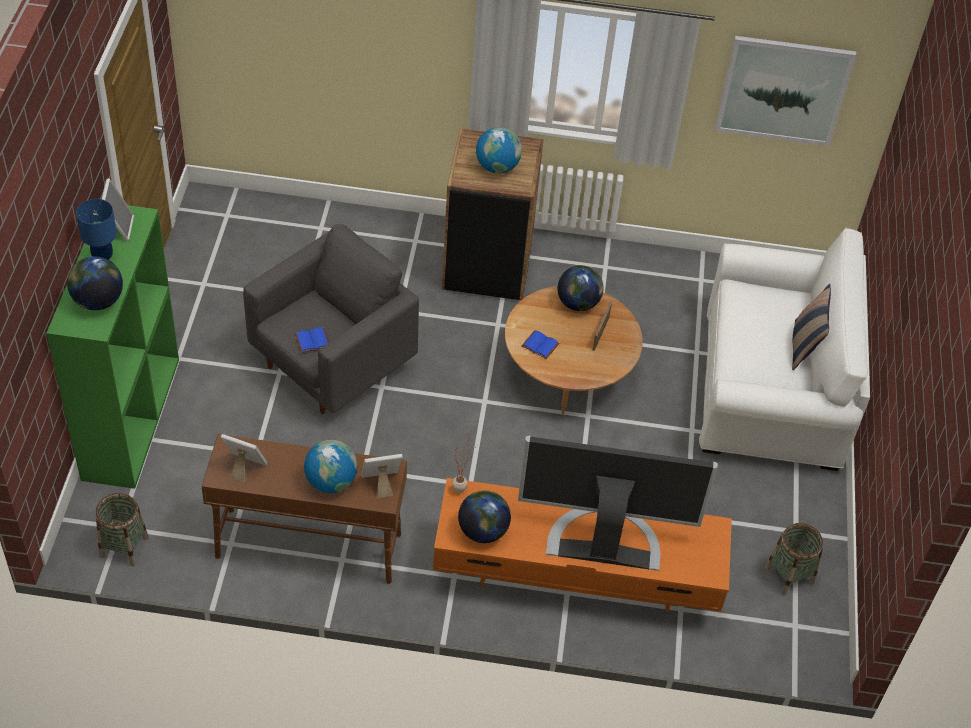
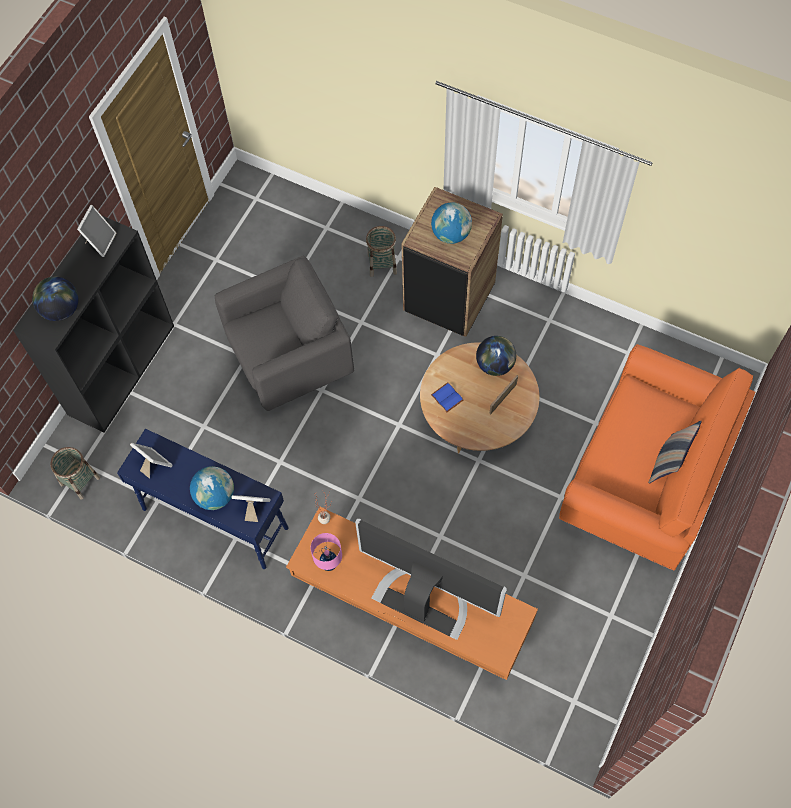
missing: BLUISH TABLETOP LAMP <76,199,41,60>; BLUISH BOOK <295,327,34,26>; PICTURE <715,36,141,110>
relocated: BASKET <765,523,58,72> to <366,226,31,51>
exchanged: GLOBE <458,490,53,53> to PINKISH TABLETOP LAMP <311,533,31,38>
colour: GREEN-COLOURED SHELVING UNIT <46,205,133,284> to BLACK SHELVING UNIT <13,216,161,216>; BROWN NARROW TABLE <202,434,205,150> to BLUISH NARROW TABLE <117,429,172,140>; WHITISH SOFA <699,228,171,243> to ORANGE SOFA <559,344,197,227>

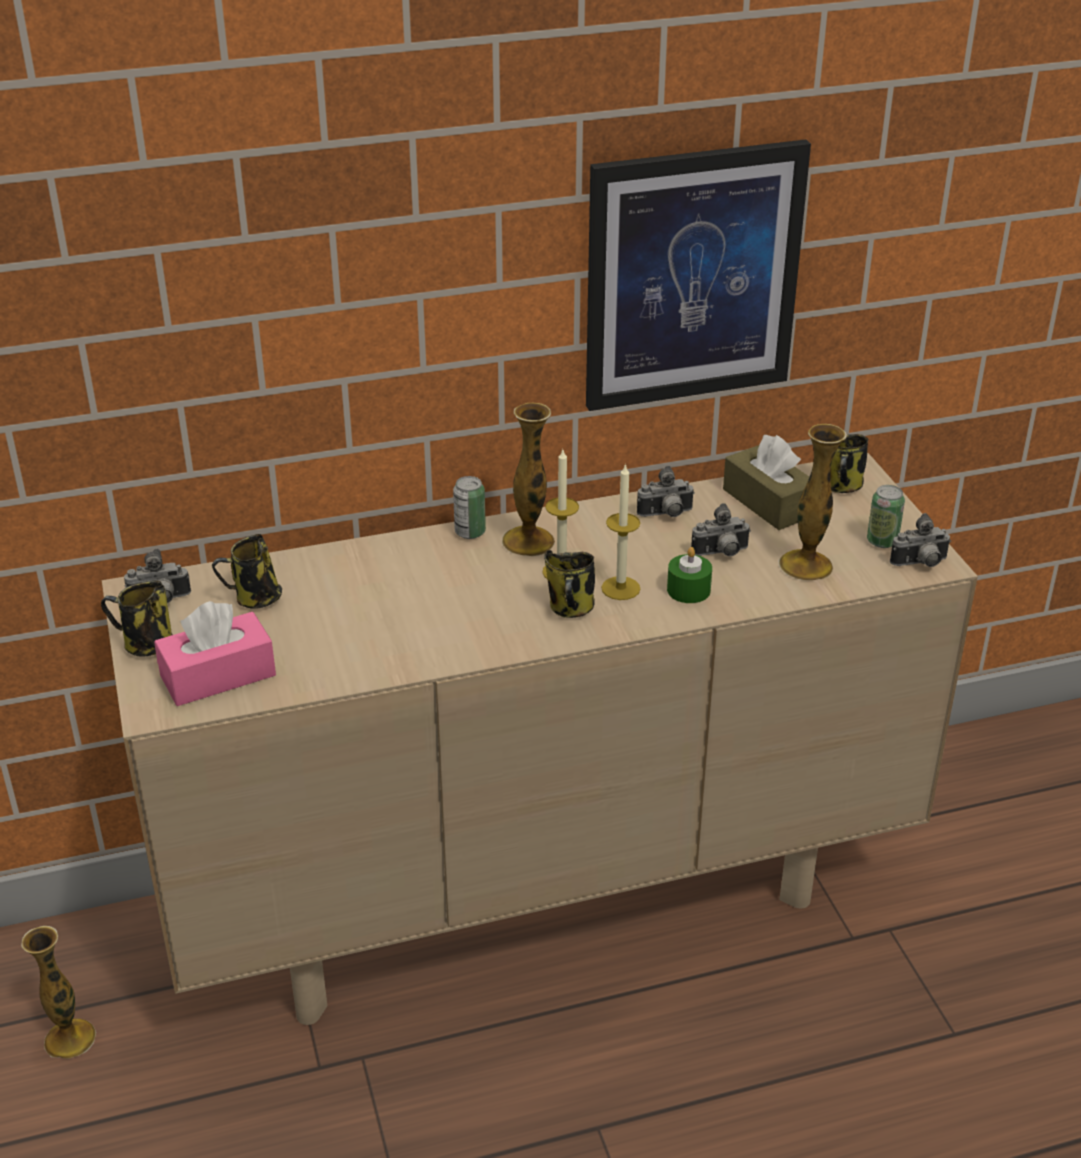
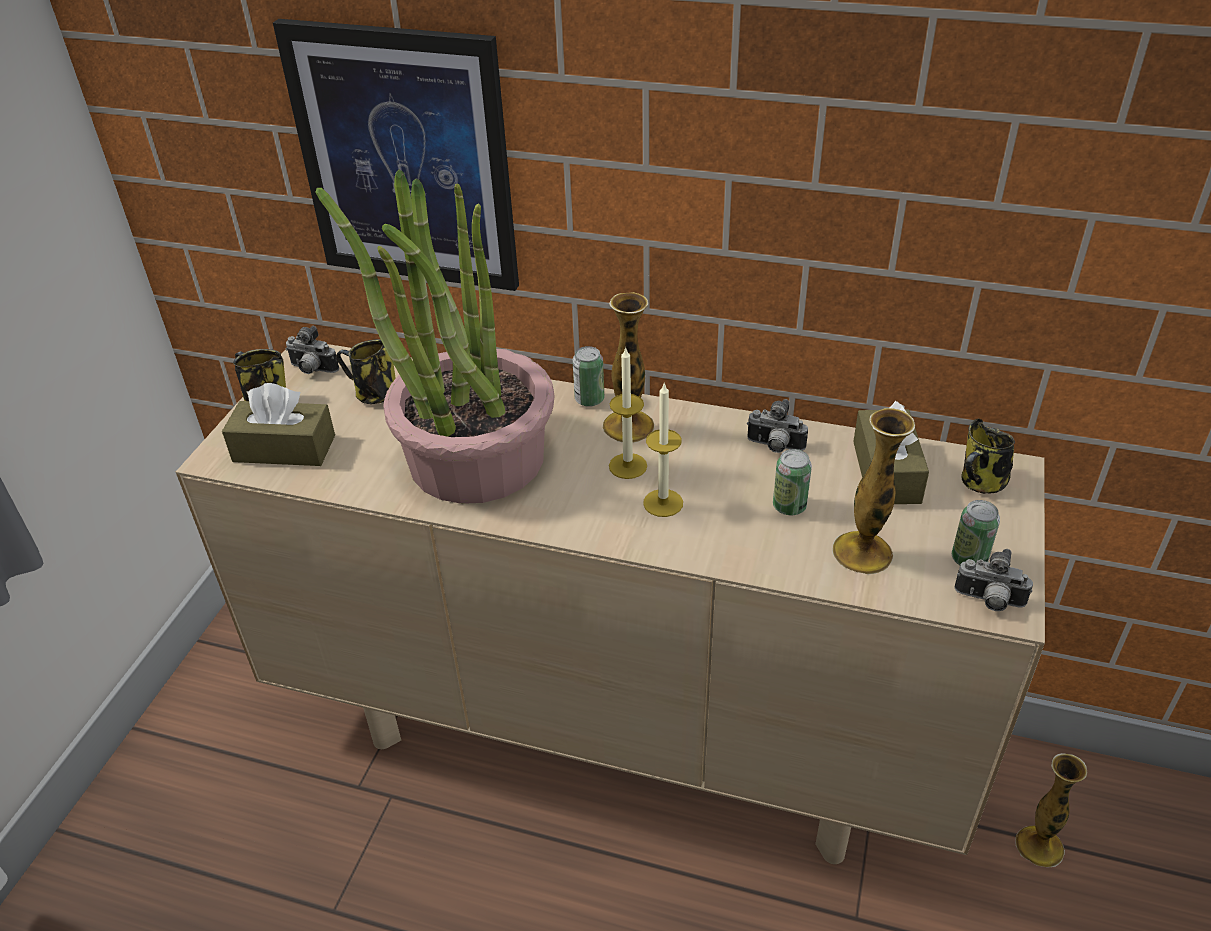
missing: MUG <544,550,51,68>; GREEN-COLOURED WAX LIGHT <667,547,45,56>
appeared: POTTED PLANT <315,170,240,334>
relocated: VASE <21,926,75,133> to <1015,753,72,114>; PICTURE <586,140,225,271> to <273,19,246,272>
exchanged: STILL CAMERA <691,503,60,53> to CAN <773,449,39,66>
colour: PINKISH TISSUE HOLDER <154,601,122,105> to BROWN TISSUE HOLDER <222,383,113,83>

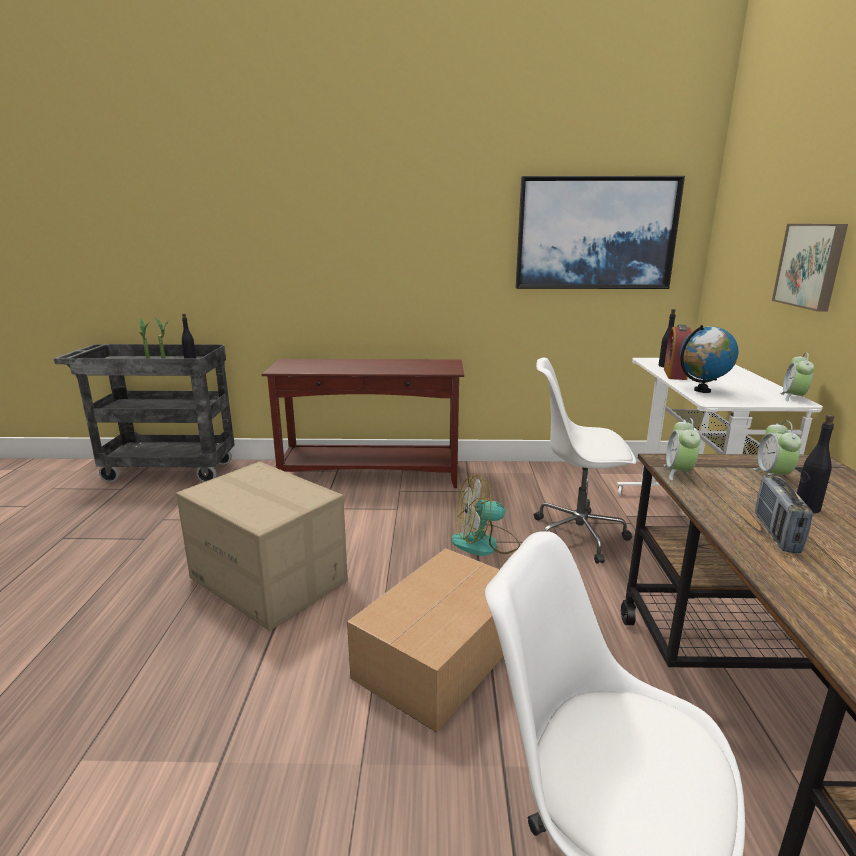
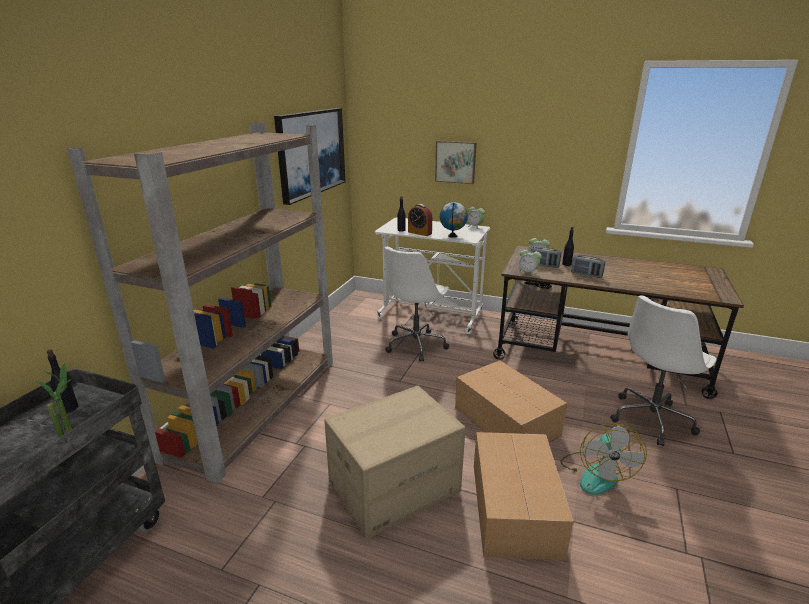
appeared: PACKING BOX <474,432,99,128>; RADIO <531,247,30,21>
relocated: COOLING FAN <451,475,69,81> to <561,424,86,71>
exchanged: BROWN NARROW TABLE <262,359,202,129> to BROWN SHELVING UNIT <67,123,266,360>

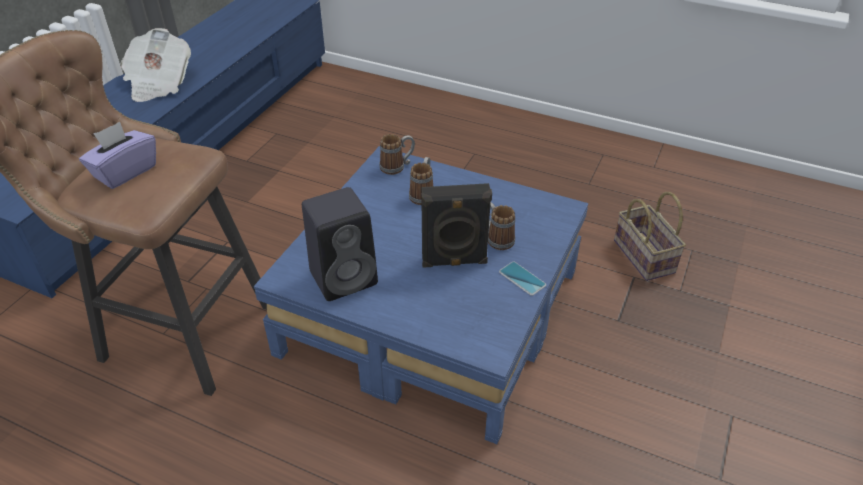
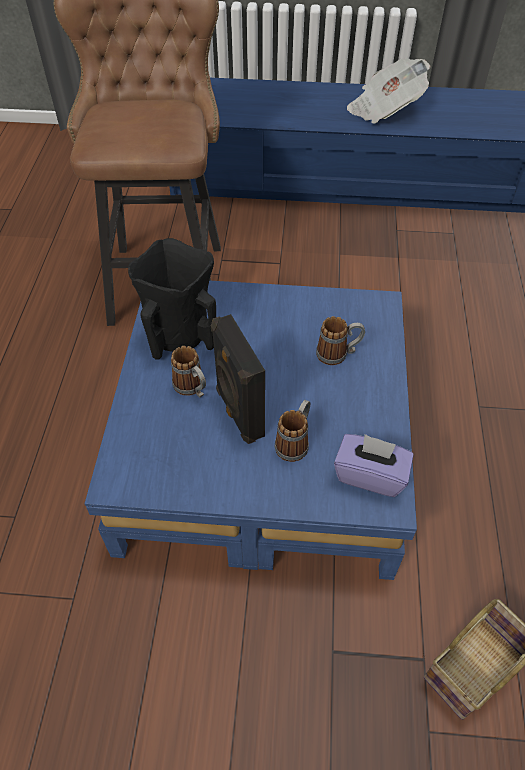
missing: PHONE <499,262,47,34>
relocated: PURPLE TISSUE HOLDER <79,122,77,67> to <334,434,80,63>; MUG <380,134,35,41> to <171,346,35,52>
exchanged: BLACK LOUDSPEAKER <302,187,76,114> to BLACK VASE <128,238,88,121>

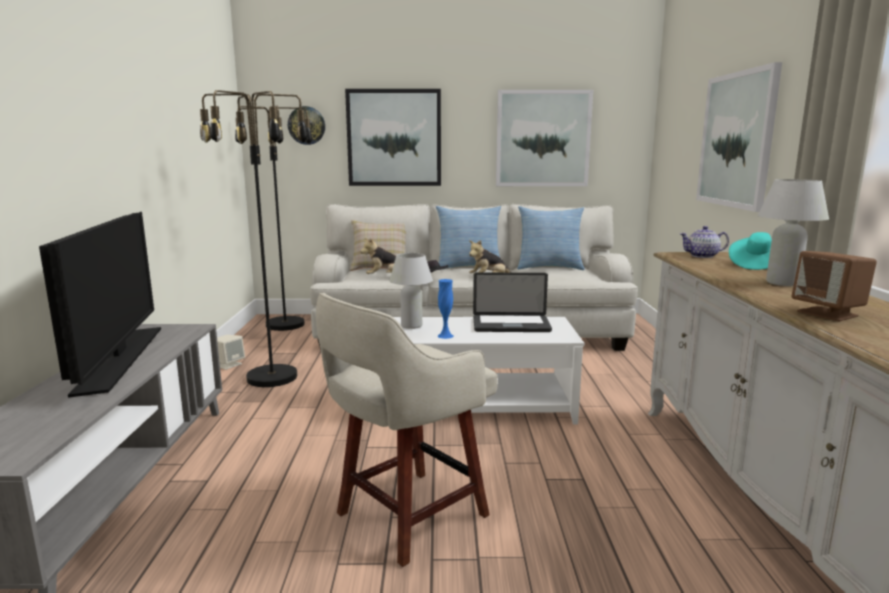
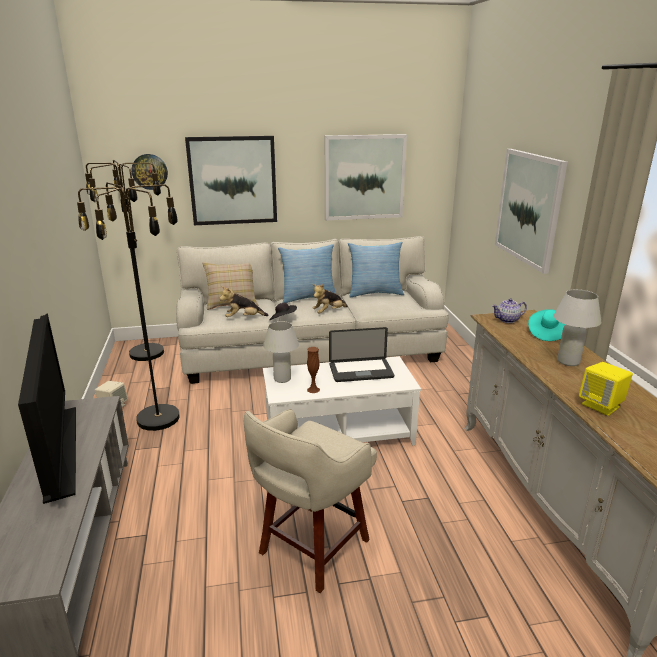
colour: BLUISH VASE <437,279,16,60> to BROWN VASE <307,347,13,46>; BROWN LOUDSPEAKER <791,251,86,70> to YELLOW-COLOURED LOUDSPEAKER <579,362,54,54>

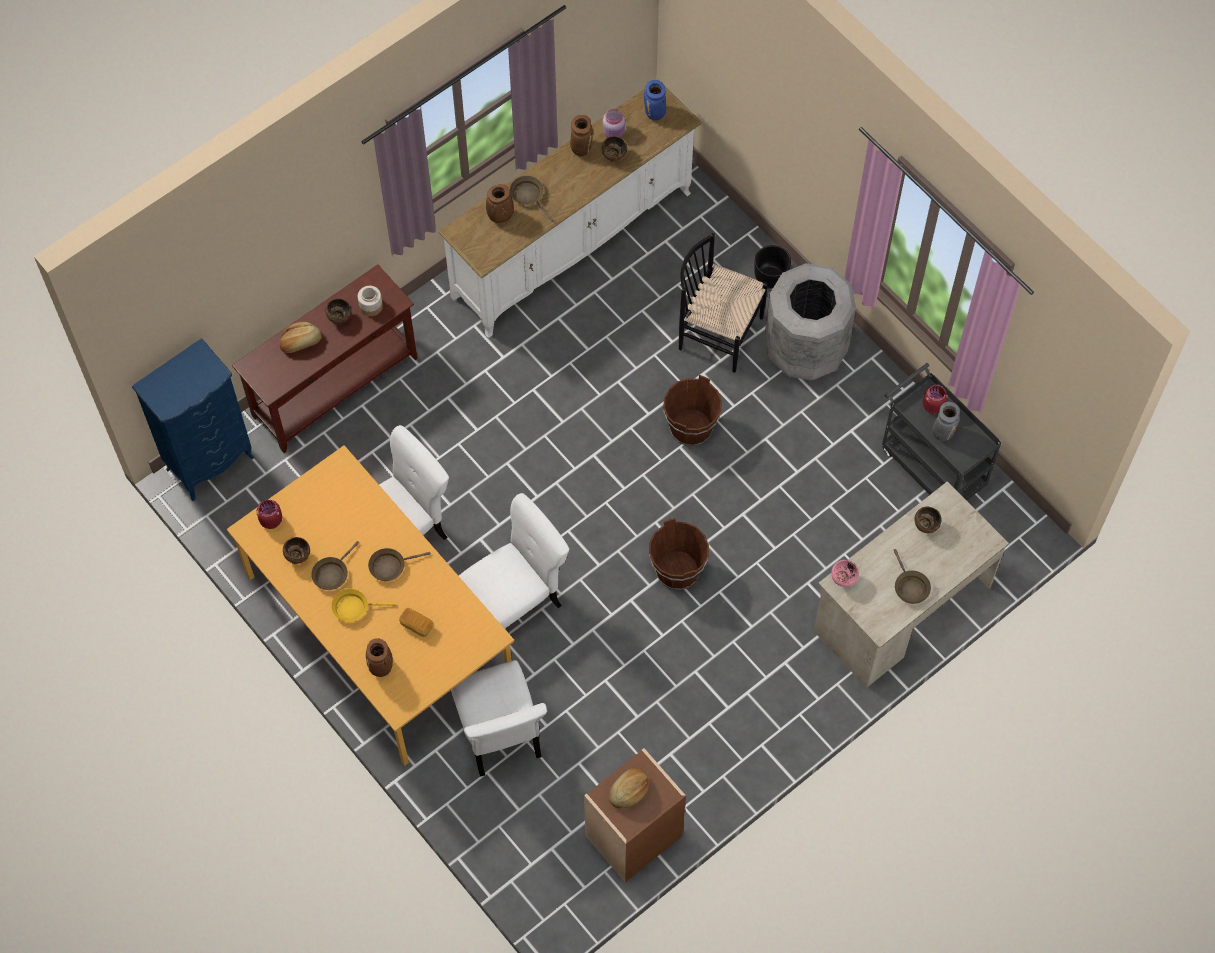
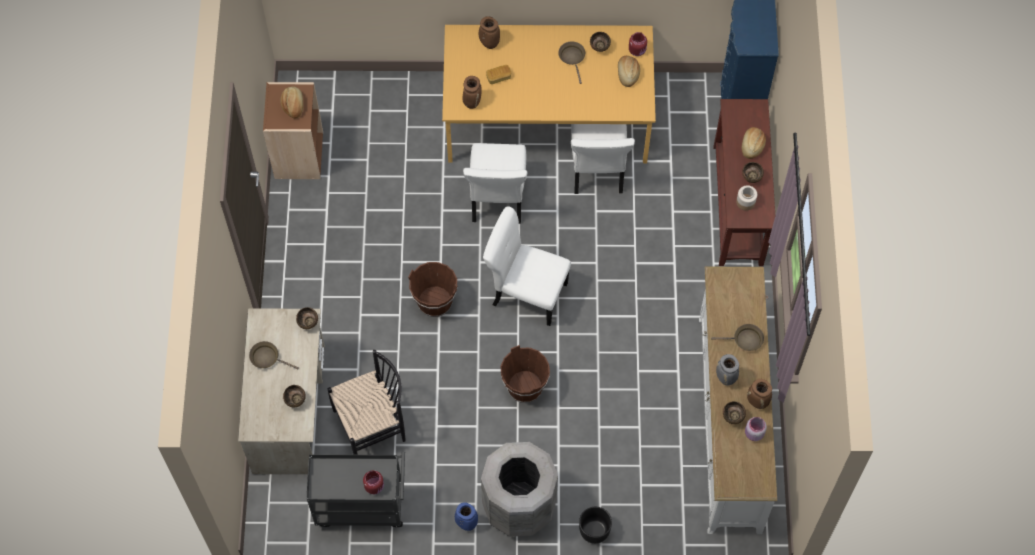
missing: YELLOW-COLOURED FRYING PAN <331,589,65,33>; BROWN FRYING PAN <368,548,63,33>
appeared: BREAD <618,56,22,31>
relocated: WHITISH PLAIN CHAIR <451,660,96,117> to <483,206,88,120>; BROWN VASE <486,184,28,39> to <463,76,19,33>; BLUISH VASE <644,80,22,41> to <455,502,23,29>; BLACK PLAIN CHAIR <679,233,89,140> to <328,350,78,105>; GRAY VASE <932,402,28,39> to <716,354,23,31>
colour: PINKISH DEEP DISH <831,560,28,27> to BROWN DEEP DISH <296,307,22,22>

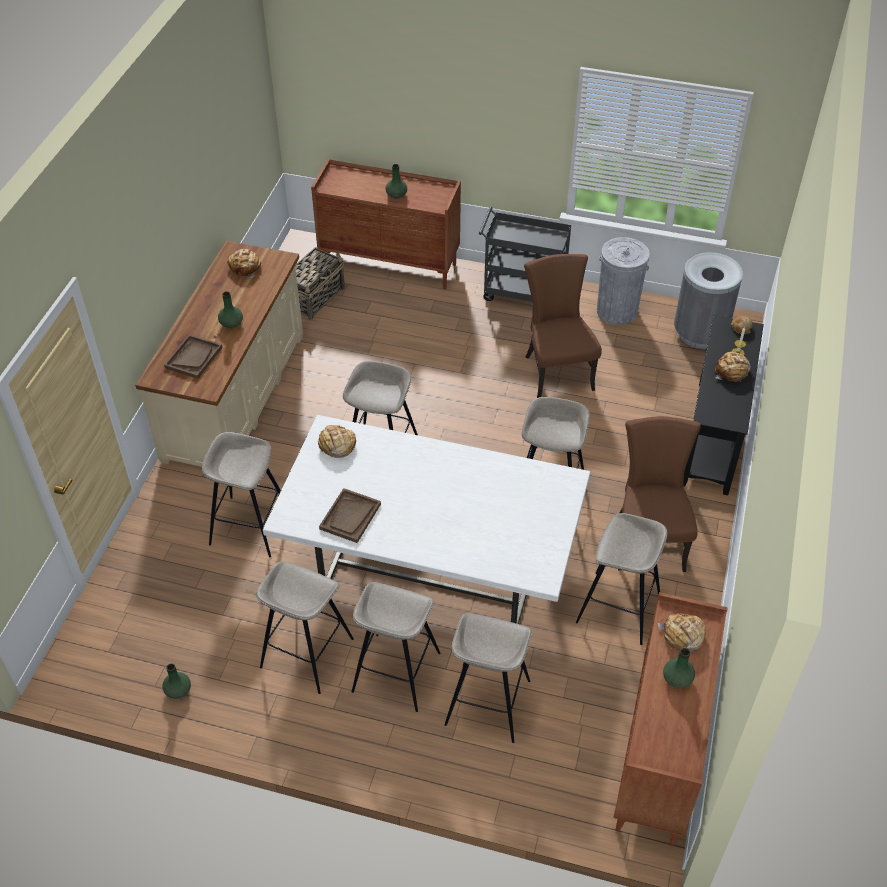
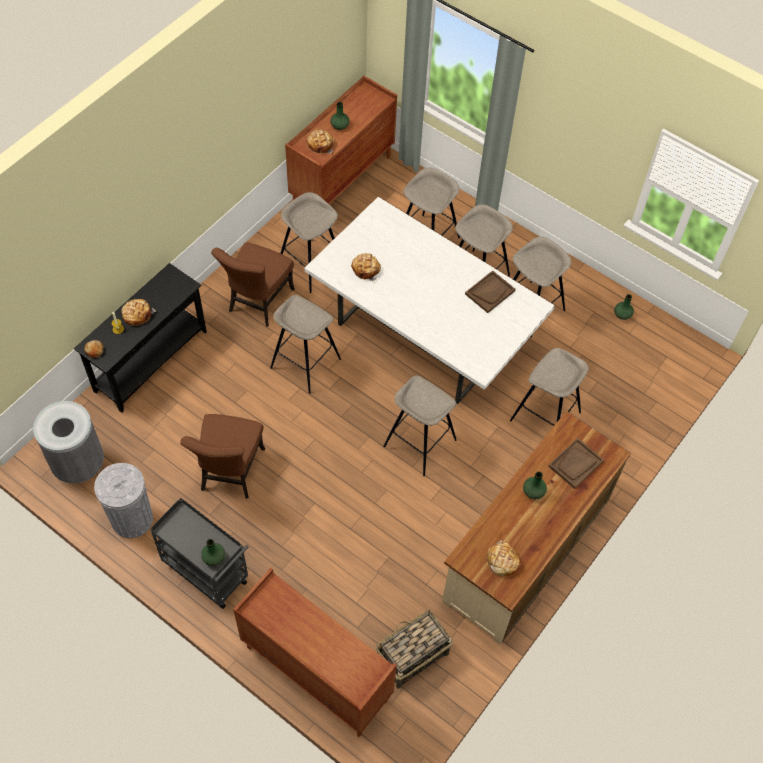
relocated: BREAD <318,425,38,33> to <351,253,30,29>; GREEN-COLOURED VASE <386,164,21,35> to <201,539,24,27>

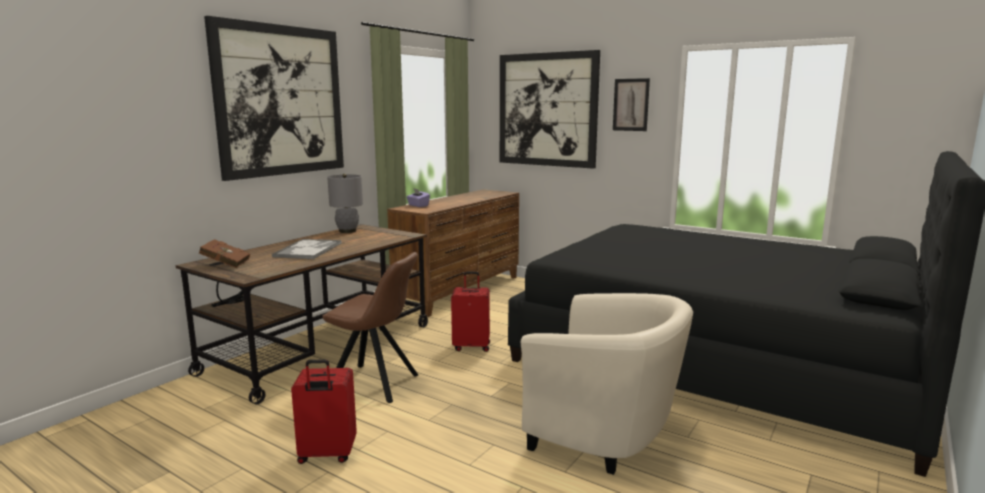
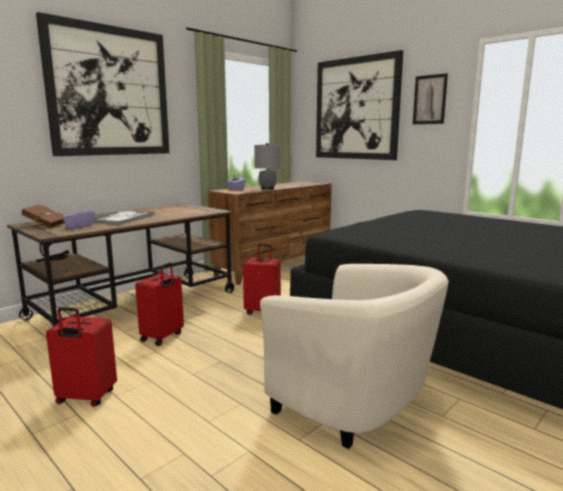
appeared: PURPLE TISSUE HOLDER <62,205,33,24>
relocated: GRAY TABLETOP LAMP <327,174,36,59> to <254,143,26,47>
exchanged: BROWN PLAIN CHAIR <322,252,96,151> to RED PIECE OF LUGGAGE <135,262,49,84>

